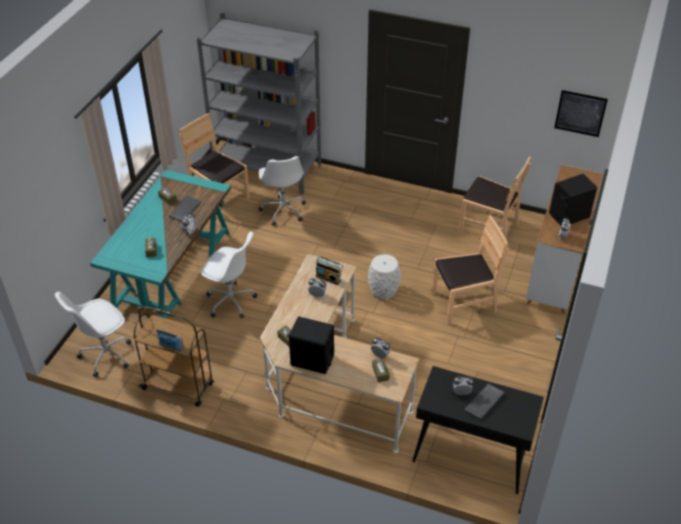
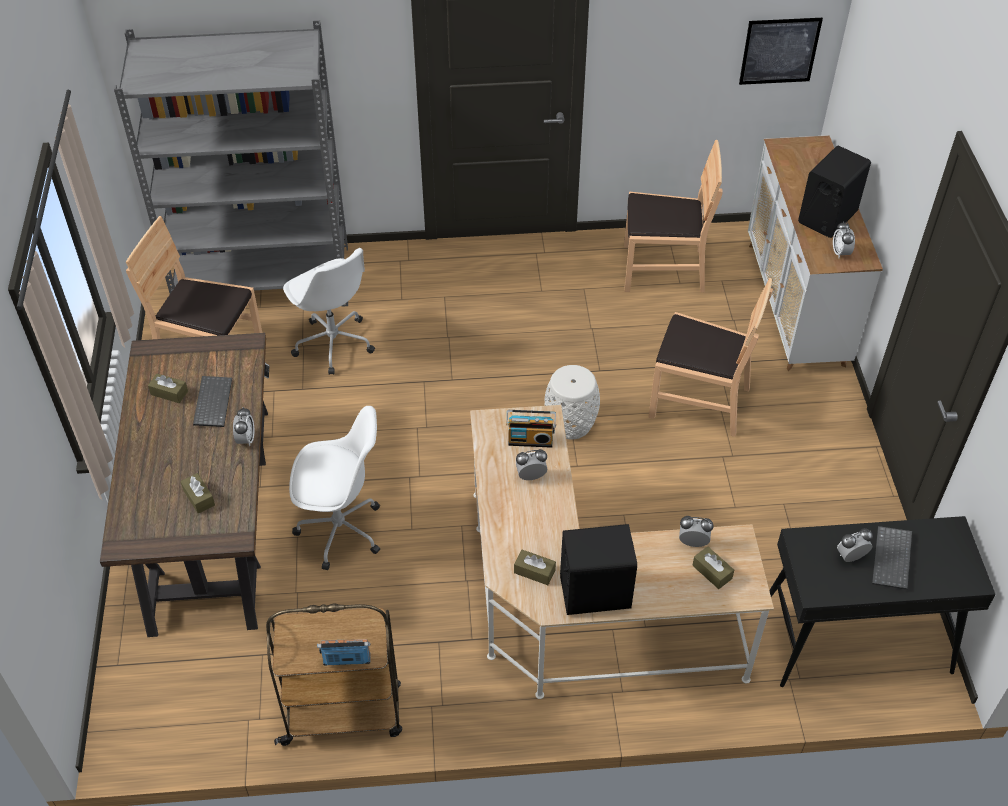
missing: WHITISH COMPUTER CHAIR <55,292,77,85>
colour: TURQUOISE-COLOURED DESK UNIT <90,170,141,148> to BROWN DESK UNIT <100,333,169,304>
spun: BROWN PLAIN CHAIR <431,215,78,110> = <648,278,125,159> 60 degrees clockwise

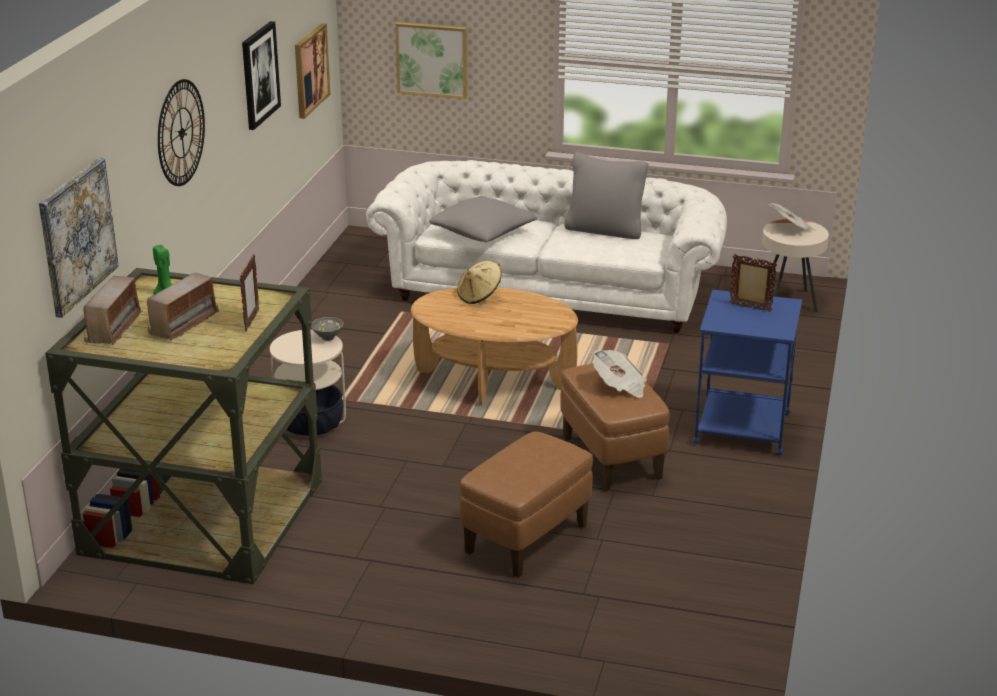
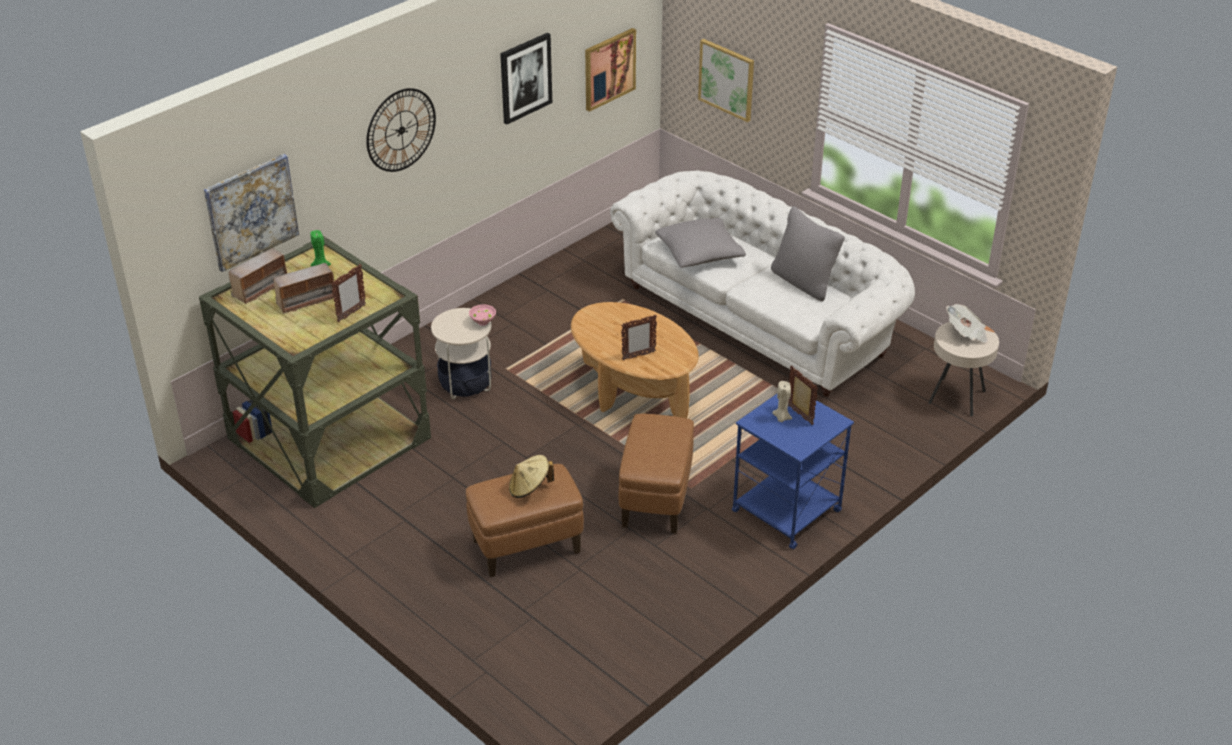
missing: PRINTED PAPER <594,350,53,48>
appeared: PHOTO FRAME <621,315,36,45>; SAND-COLOURED WAX LIGHT <772,381,20,41>
relocated: SAND-COLOURED CLOTHING HAT <457,261,45,43> to <509,455,45,43>
colour: GRAY DEEP DISH <311,317,32,24> to PINKISH DEEP DISH <469,305,27,21>

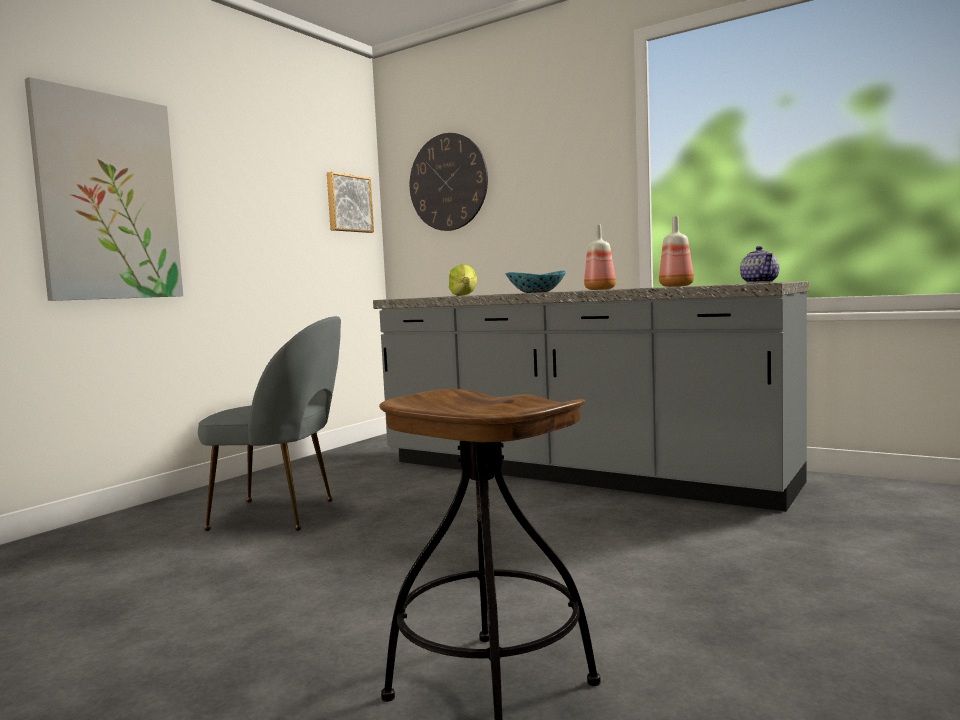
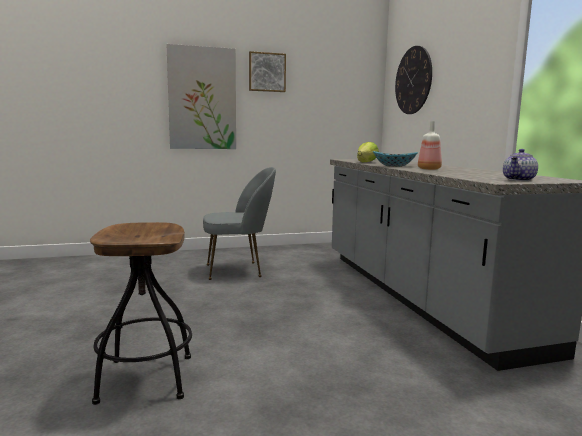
missing: DRINK BOTTLE <659,216,35,71>
relocated: PICTURE <327,172,47,61> to <249,51,37,41>
spun: GRAY PLAIN CHAIR <198,316,143,215> = <203,167,73,113> 60 degrees counterclockwise

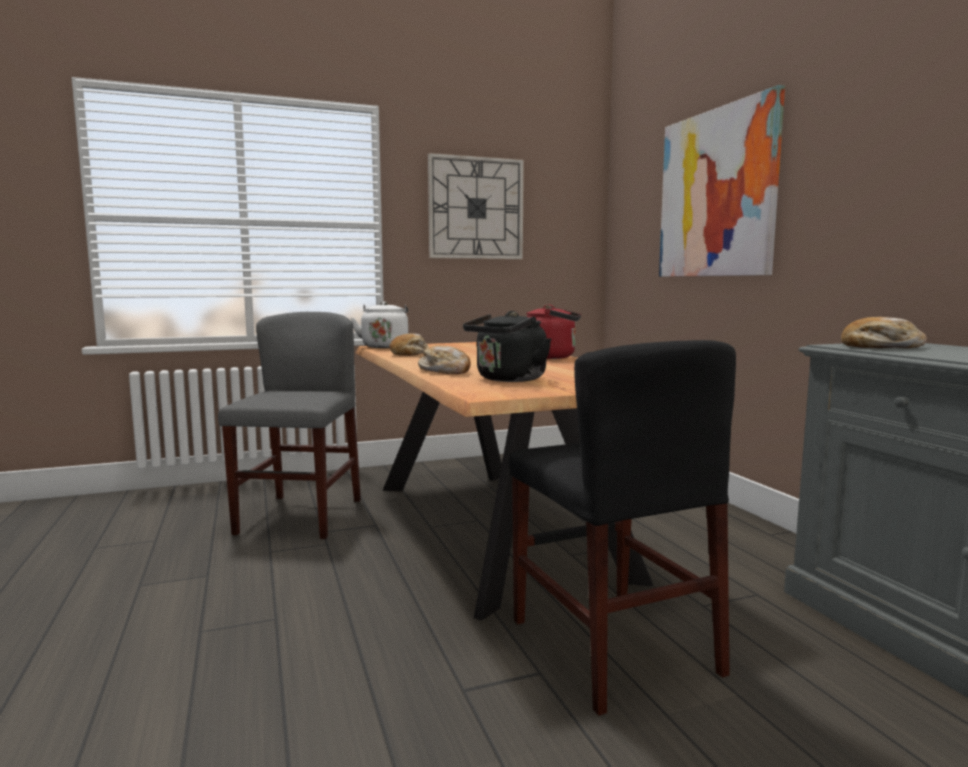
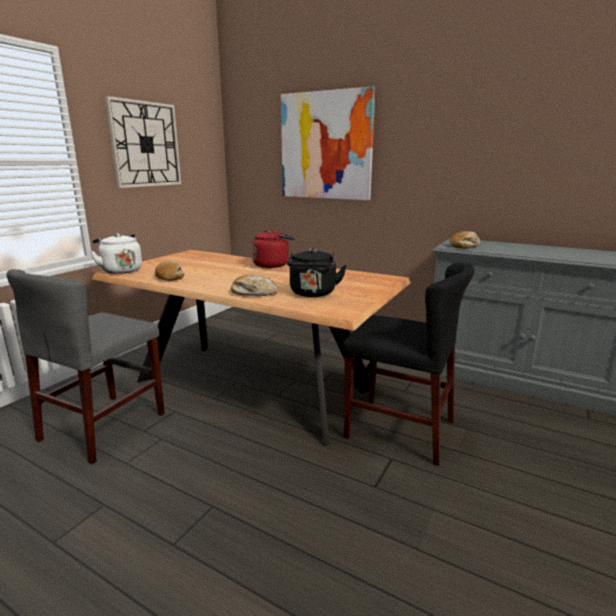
spun: GRAY PLAIN CHAIR <218,312,143,227> = <6,269,159,195> 120 degrees counterclockwise

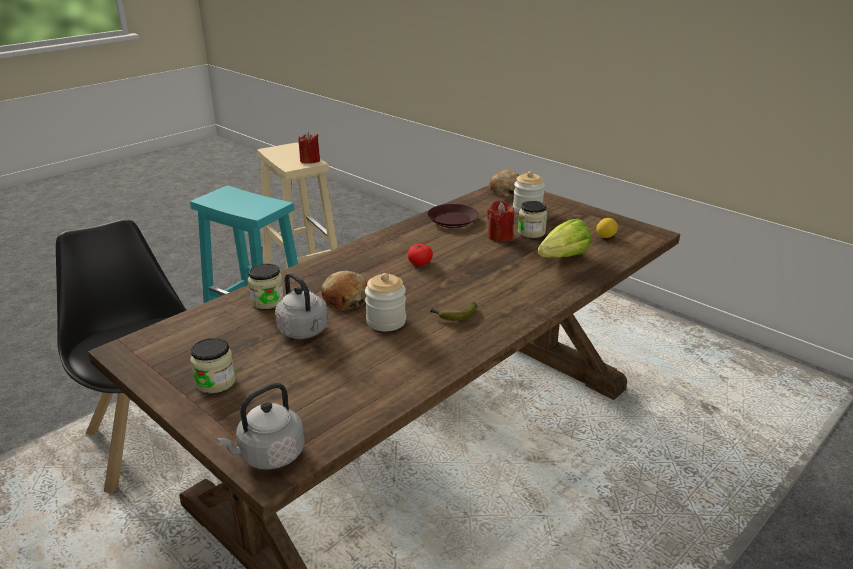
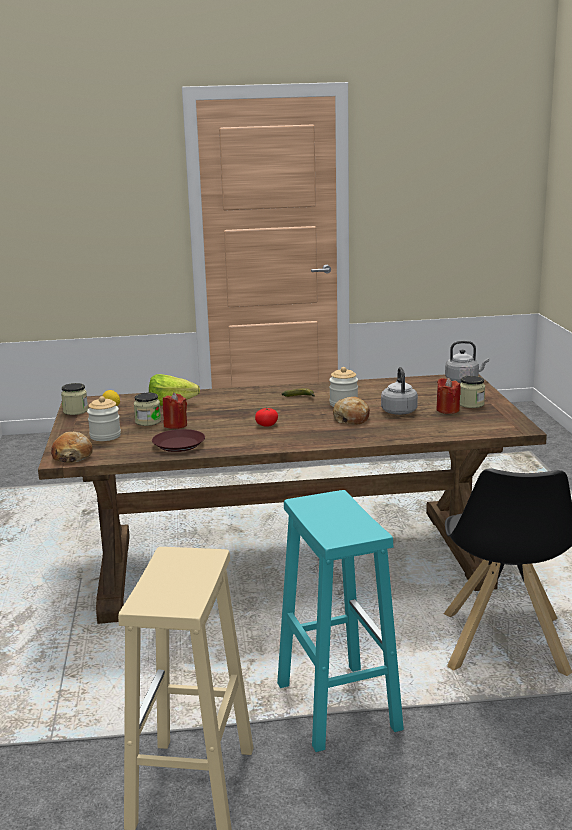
relocated: STORAGE JAR <248,264,36,45> to <61,383,27,32>; RED WAX LIGHT <298,132,22,32> to <436,378,25,36>

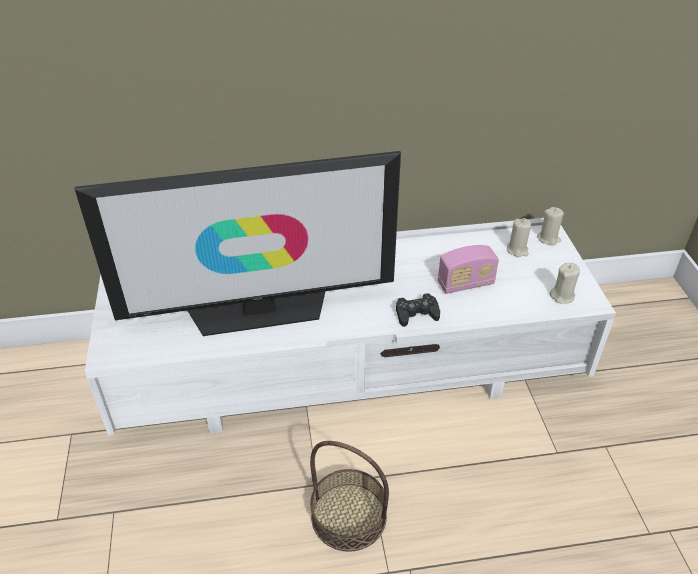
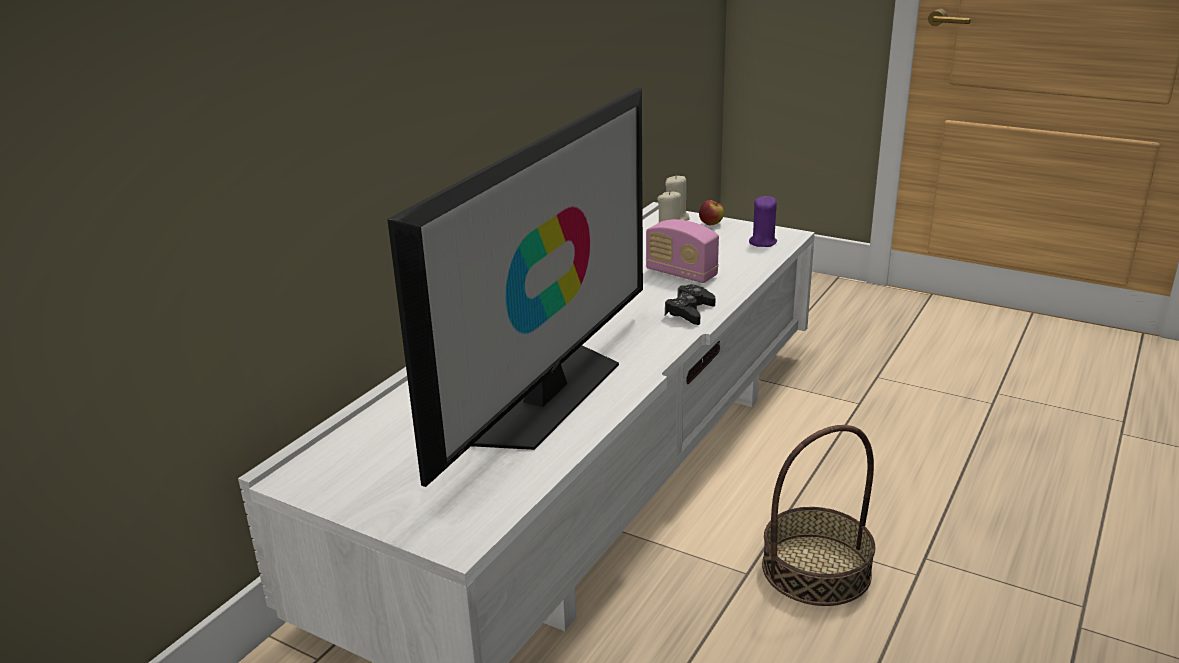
appeared: APPLE FRUIT <699,200,25,25>
colour: SAND-COLOURED WAX LIGHT <550,262,30,42> to PURPLE WAX LIGHT <749,196,28,51>
spun: RADIO <438,245,61,49> = <646,219,73,64> 105 degrees clockwise

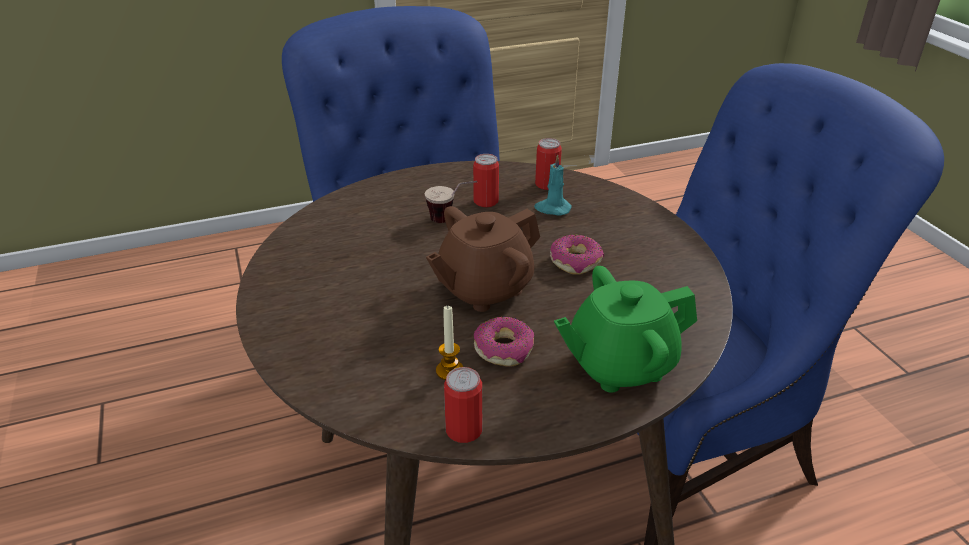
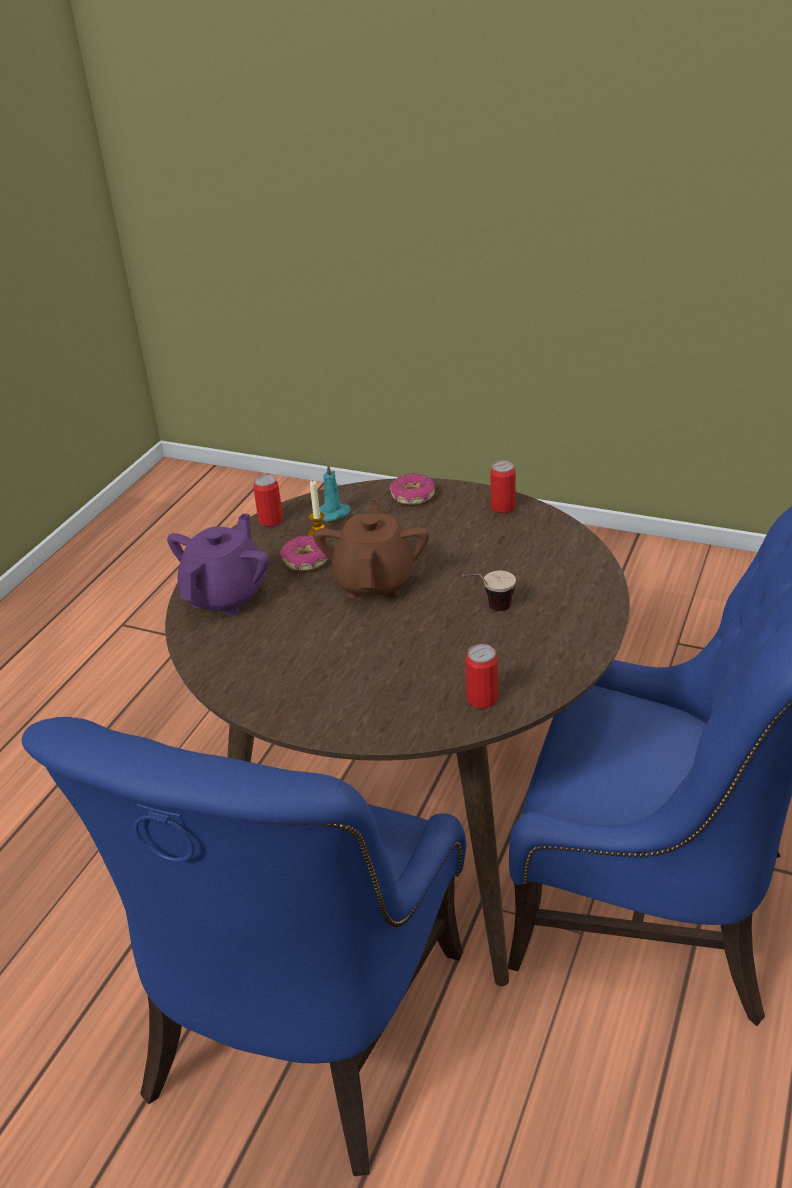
relocated: CAN <473,154,26,53> to <491,461,25,52>; TURQUOISE-COLOURED WAX LIGHT <534,154,38,62> to <319,463,32,58>; DOUGHNUT <550,234,54,40> to <390,473,45,32>
colour: GREEN-COLOURED POT FOR TEA <554,266,143,127> to PURPLE POT FOR TEA <167,513,102,103>

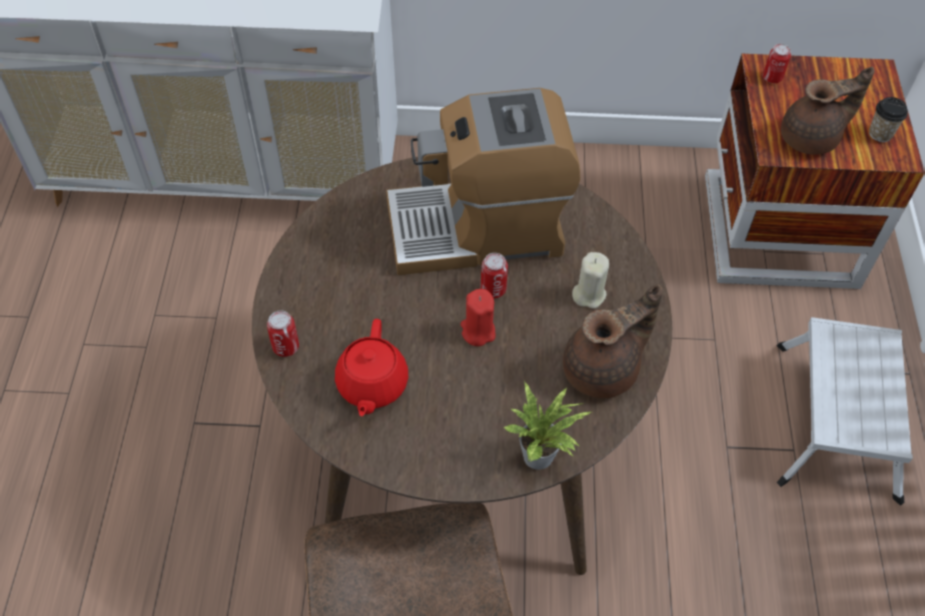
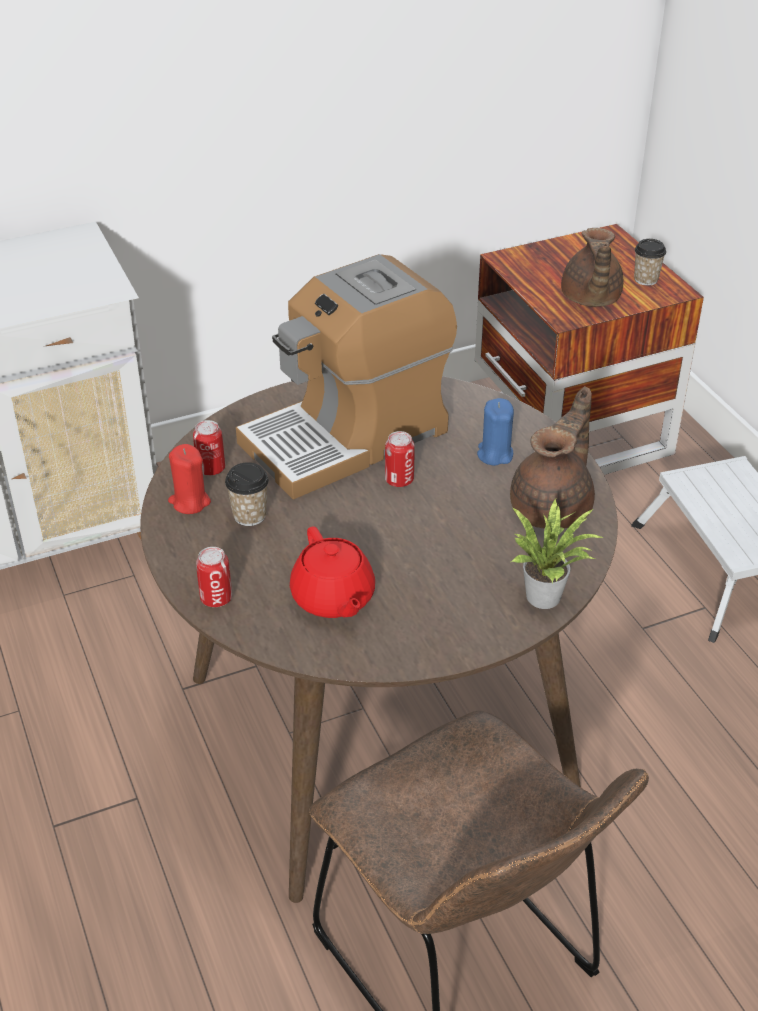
appeared: DRINKING CUP <225,462,44,64>
relocated: RED WAX LIGHT <461,289,34,57> to <168,444,43,70>; CAN <763,44,28,39> to <193,420,32,56>
colour: SAND-COLOURED WAX LIGHT <572,252,37,57> to BLUISH WAX LIGHT <477,398,37,68>
spun: BROWN POT FOR TEA <781,67,94,88> = <561,228,62,79> 135 degrees clockwise

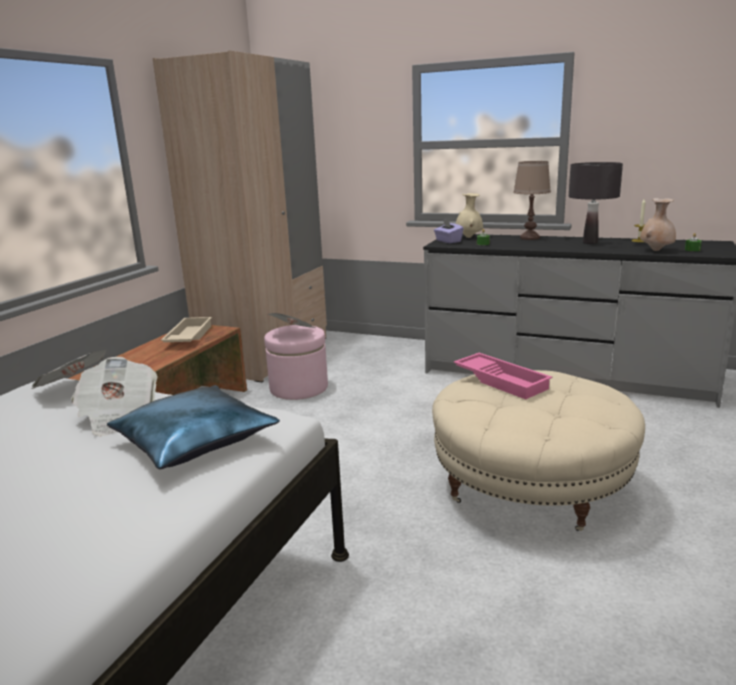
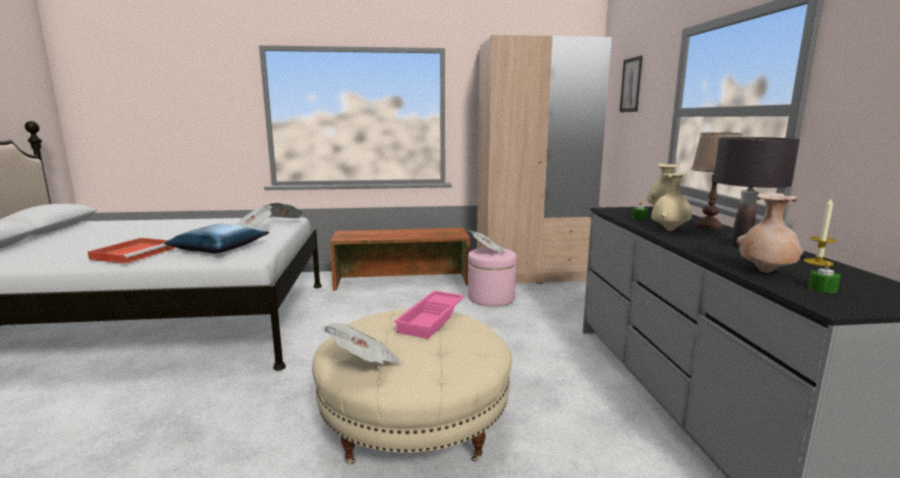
missing: SAND-COLOURED CARRYING TRAY <161,317,51,25>; PURPLE TISSUE HOLDER <434,219,30,24>
appeared: RED CARRYING TRAY <88,238,87,26>; PRINTED PAPER <321,324,82,40>; PICTURE <619,56,24,56>; SAND-COLOURED VASE <651,173,41,58>

